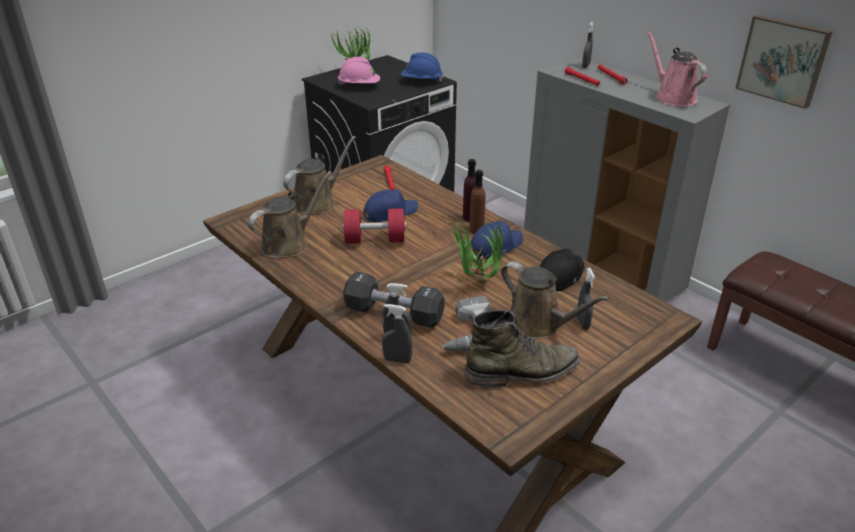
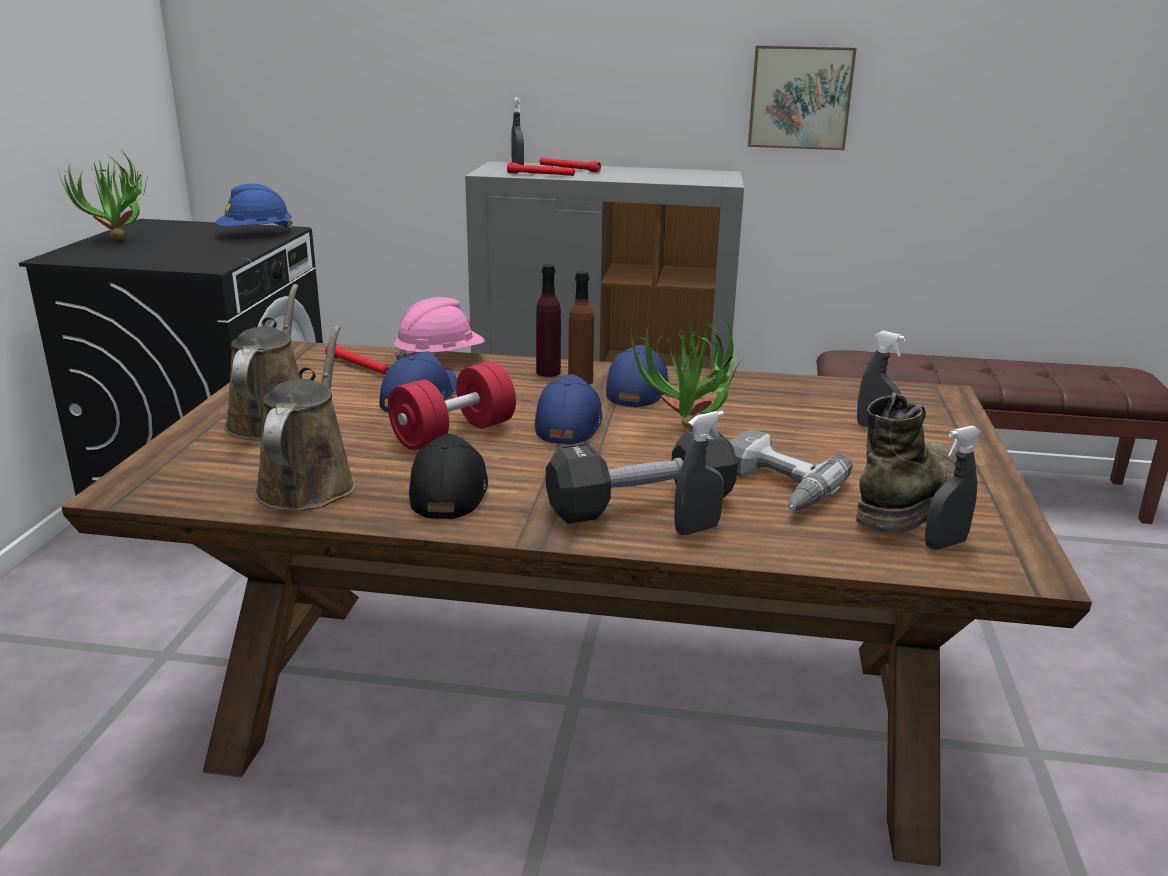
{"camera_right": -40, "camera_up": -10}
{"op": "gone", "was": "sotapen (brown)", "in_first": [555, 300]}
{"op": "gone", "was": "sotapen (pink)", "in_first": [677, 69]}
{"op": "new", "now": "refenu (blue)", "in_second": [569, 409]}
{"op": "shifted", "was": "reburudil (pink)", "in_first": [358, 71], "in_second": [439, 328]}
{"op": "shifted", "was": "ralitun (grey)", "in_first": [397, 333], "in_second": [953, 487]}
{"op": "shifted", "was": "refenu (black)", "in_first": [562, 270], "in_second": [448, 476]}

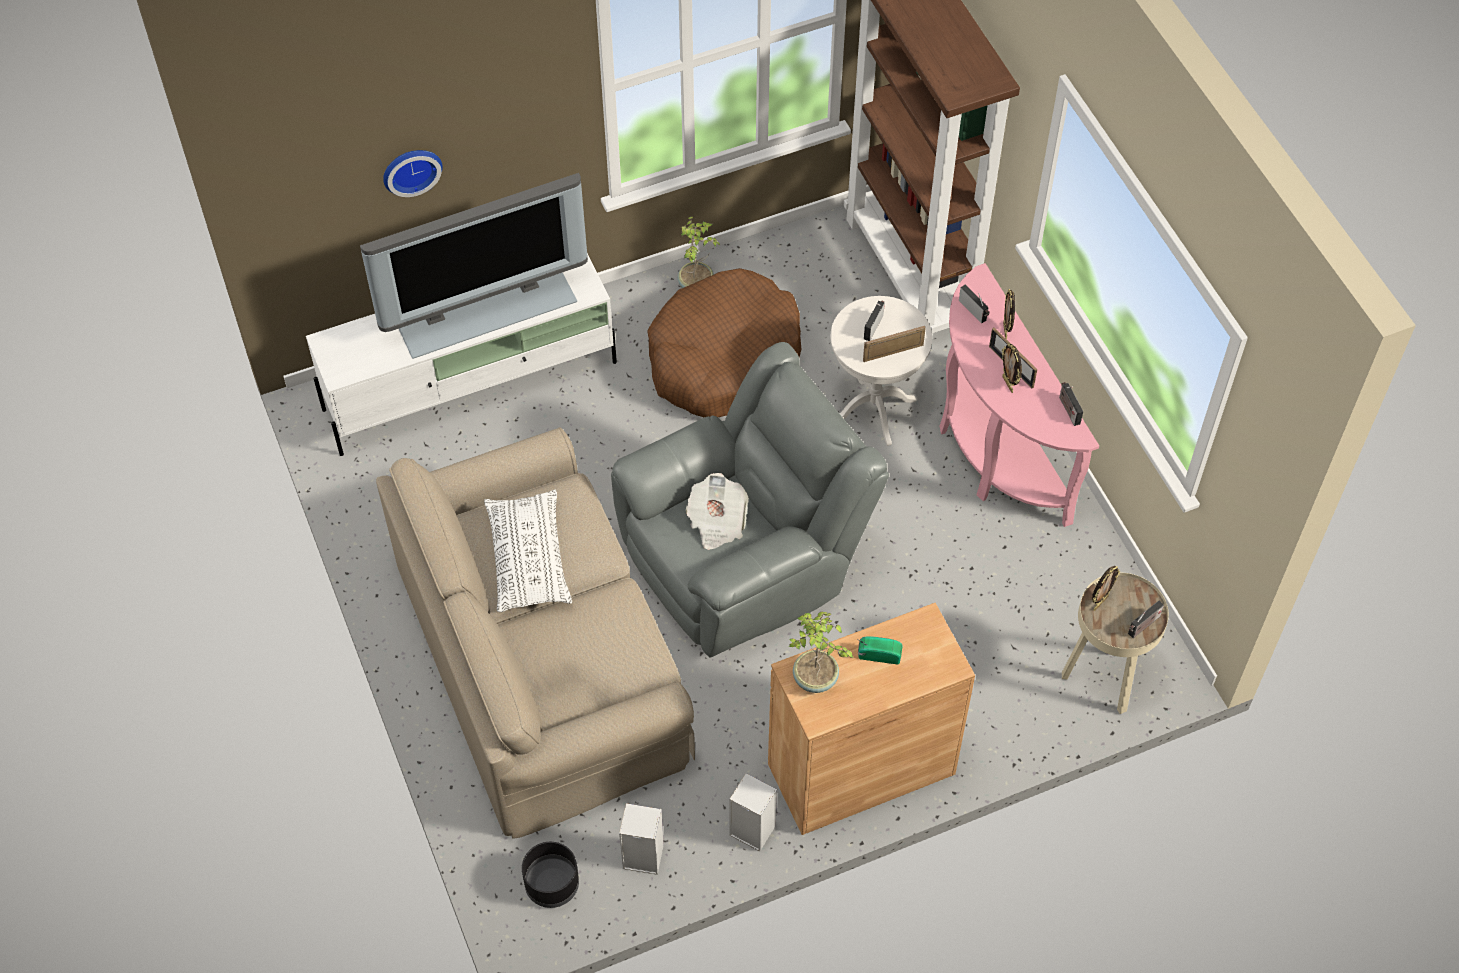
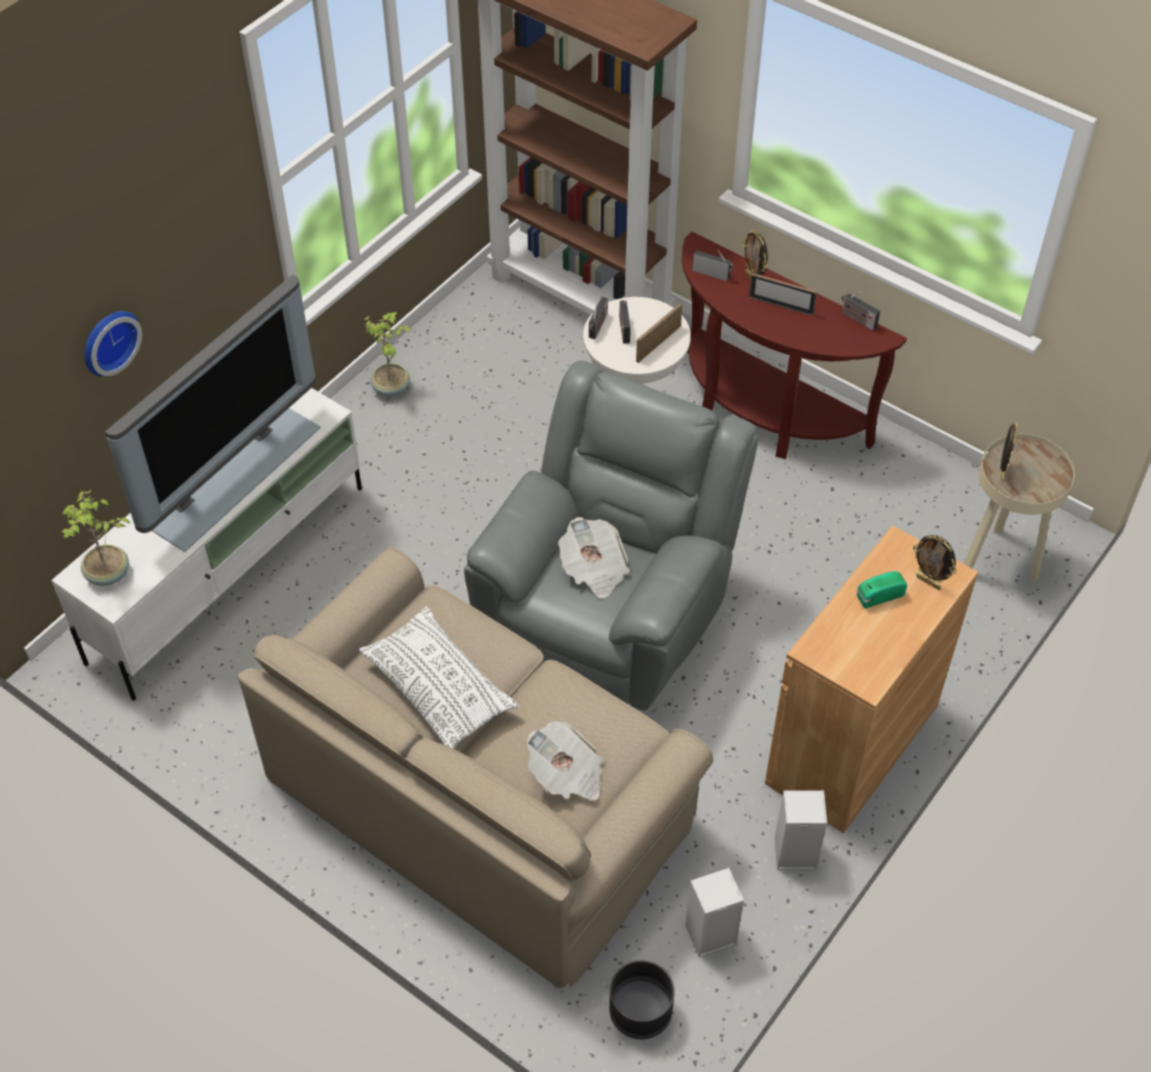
{"camera_right": -30, "camera_up": -5}
{"op": "gone", "was": "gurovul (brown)", "in_first": [724, 343]}
{"op": "new", "now": "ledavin", "in_second": [565, 761]}
{"op": "shifted", "was": "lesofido", "in_first": [821, 652], "in_second": [95, 538]}
{"op": "shifted", "was": "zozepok", "in_first": [1012, 368], "in_second": [935, 562]}
{"op": "shifted", "was": "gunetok", "in_first": [1146, 619], "in_second": [598, 318]}
{"op": "repainted", "was": "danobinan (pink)", "now": "danobinan (brown)", "in_first": [1019, 395], "in_second": [794, 345]}

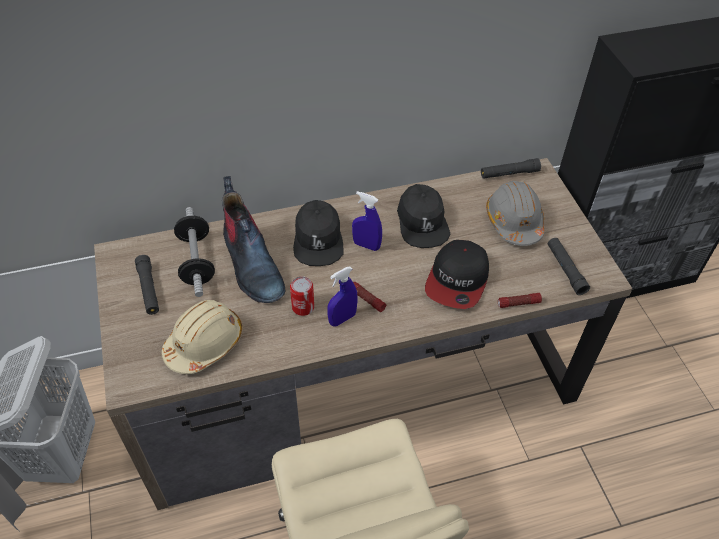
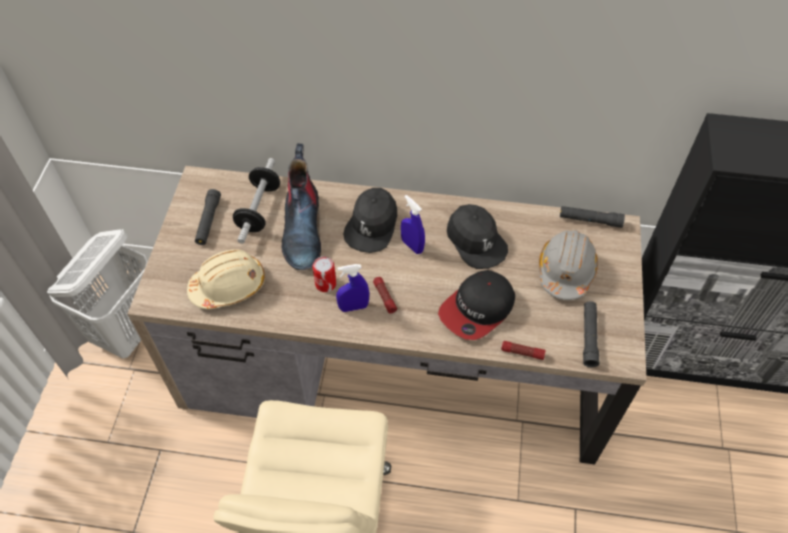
{"camera_right": 25, "camera_up": 5}
{"op": "rotated", "was": "refenu (black)", "in_first": [423, 216], "in_second": [477, 236], "clockwise": -45}

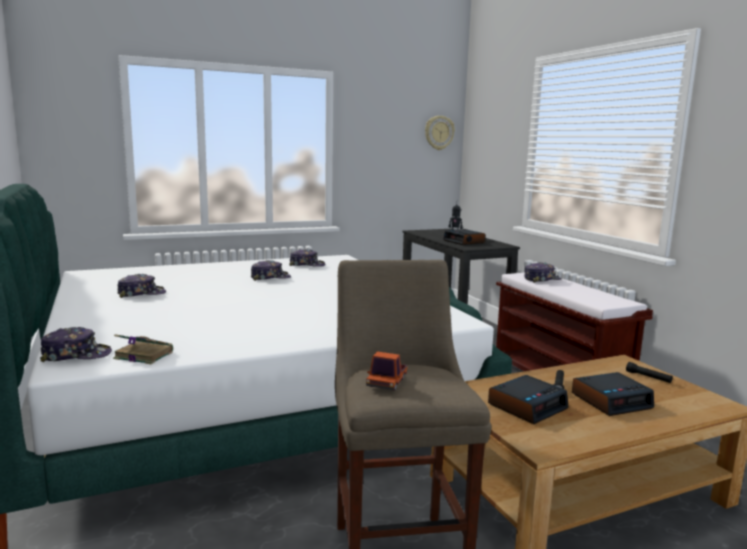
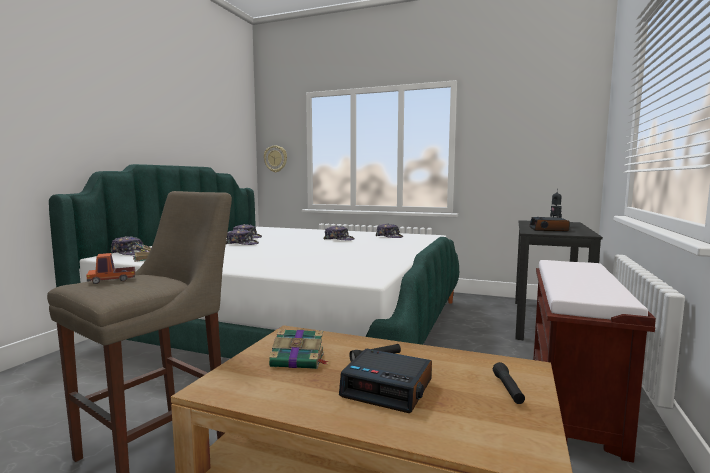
{"camera_right": 45, "camera_up": -5}
{"op": "shifted", "was": "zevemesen", "in_first": [440, 133], "in_second": [275, 158]}
{"op": "shifted", "was": "refenu", "in_first": [542, 272], "in_second": [242, 237]}
{"op": "swapped", "was": "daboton", "now": "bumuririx", "in_first": [528, 399], "in_second": [299, 349]}

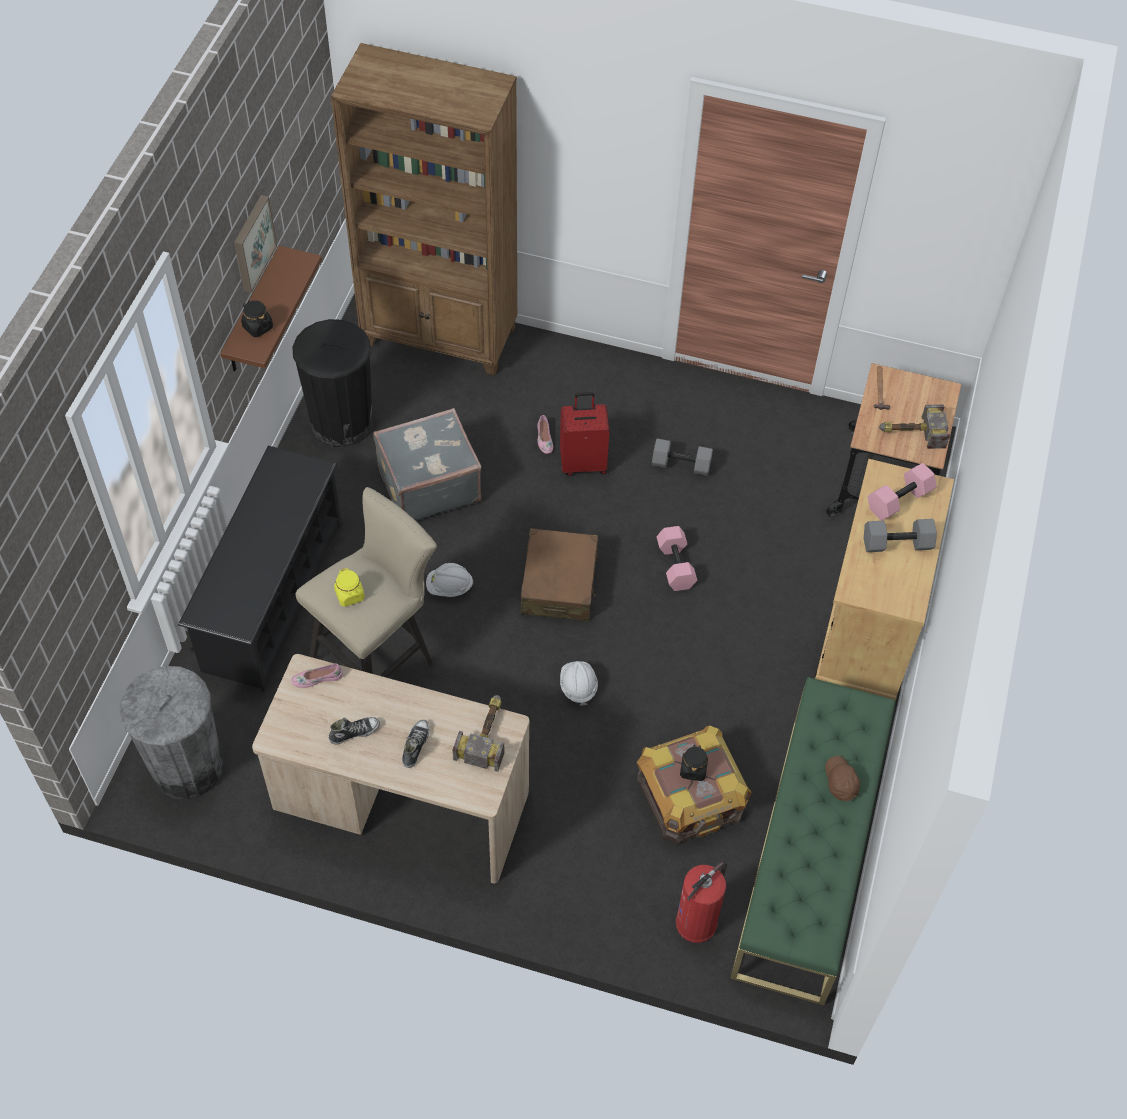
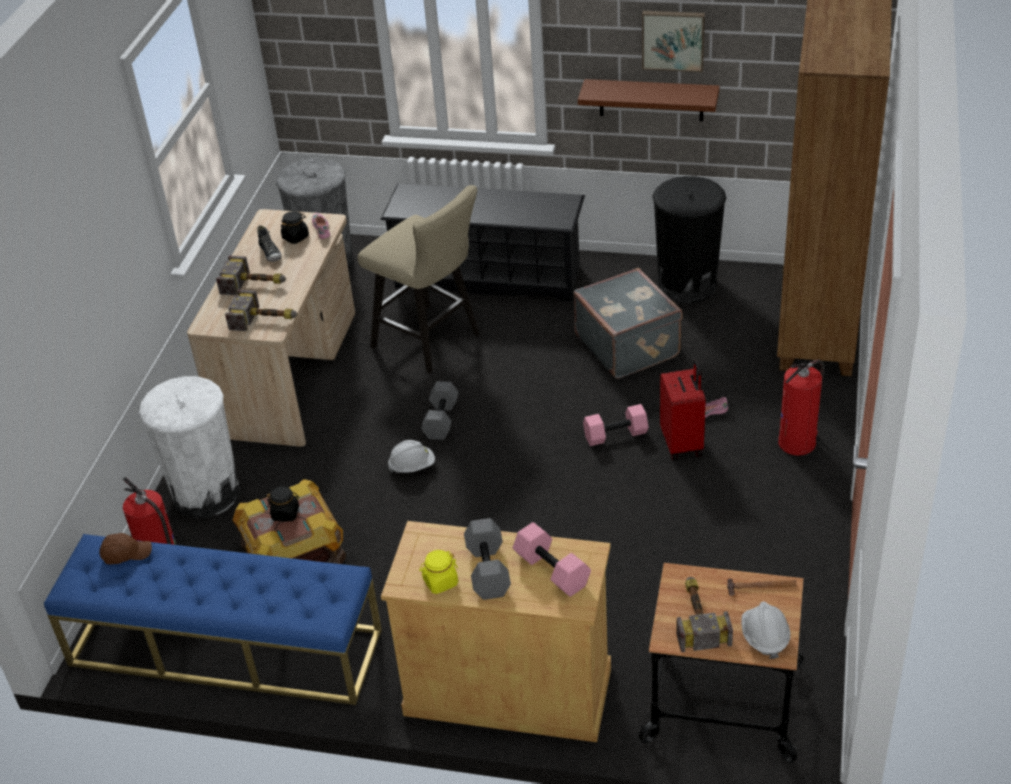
{"camera_right": 90, "camera_up": -15}
{"op": "gone", "was": "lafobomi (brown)", "in_first": [559, 574]}
{"op": "new", "now": "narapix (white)", "in_second": [189, 447]}
{"op": "new", "now": "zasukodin", "in_second": [801, 407]}
{"op": "shifted", "was": "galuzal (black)", "in_first": [257, 318], "in_second": [295, 227]}
{"op": "shifted", "was": "galuzal (yellow)", "in_first": [349, 587], "in_second": [438, 572]}
{"op": "shifted", "was": "reburudil (white)", "in_first": [449, 580], "in_second": [765, 630]}
{"op": "shifted", "was": "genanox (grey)", "in_first": [682, 457], "in_second": [440, 410]}
{"op": "shifted", "was": "genanox (pink)", "in_first": [676, 558], "in_second": [616, 425]}
{"op": "shifted", "was": "refenu (brown)", "in_first": [842, 778], "in_second": [125, 548]}
{"op": "swapped", "was": "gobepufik", "now": "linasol", "in_first": [416, 744], "in_second": [251, 275]}
{"op": "repainted", "was": "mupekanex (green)", "now": "mupekanex (blue)", "in_first": [813, 841], "in_second": [213, 619]}

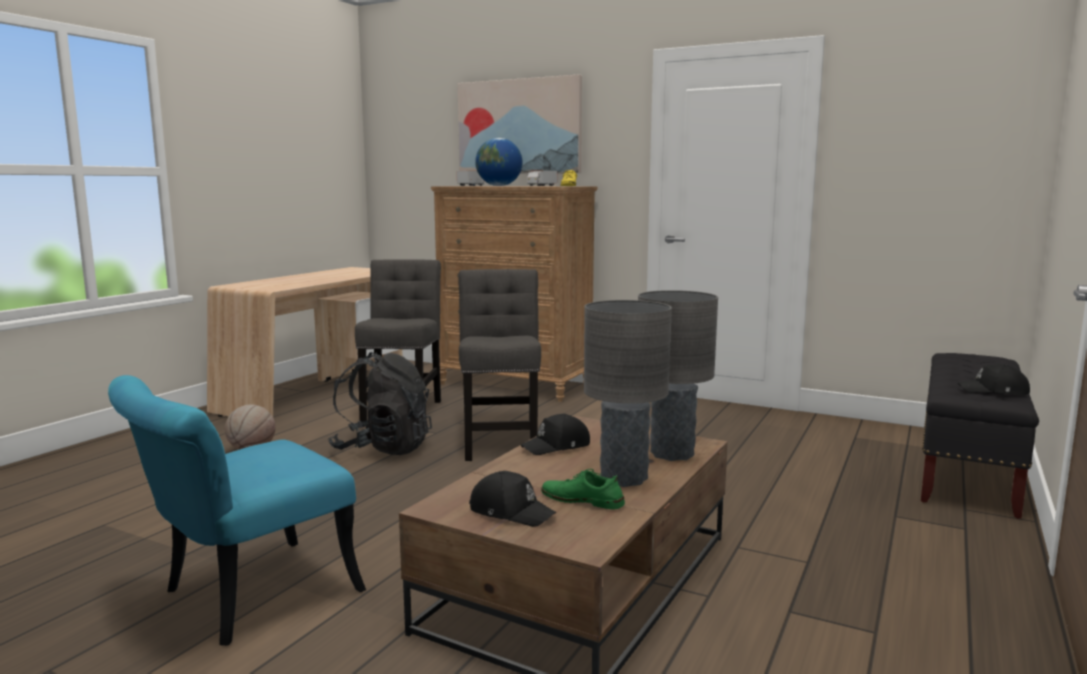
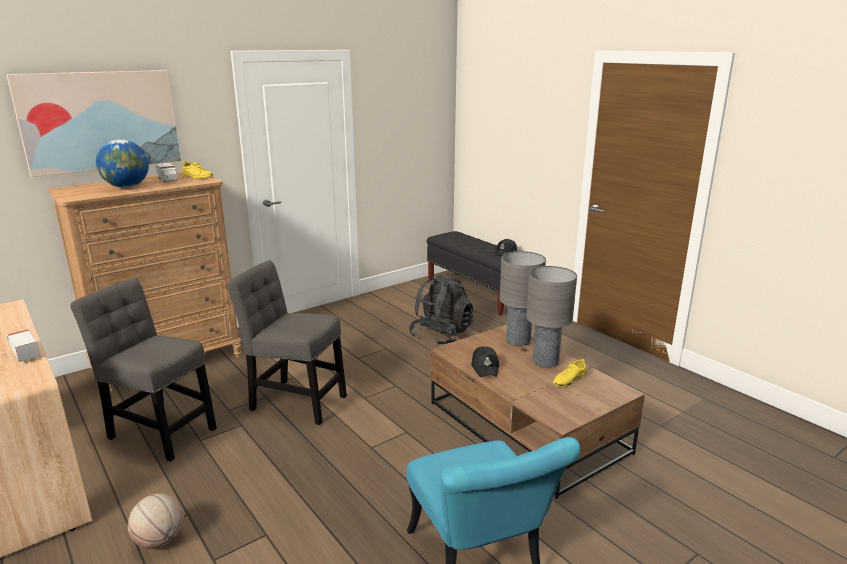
{"camera_right": -65, "camera_up": 10}
{"op": "gone", "was": "refenu (black)", "in_first": [512, 499]}
{"op": "shifted", "was": "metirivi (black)", "in_first": [380, 403], "in_second": [441, 309]}
{"op": "shifted", "was": "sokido", "in_first": [470, 178], "in_second": [23, 345]}
{"op": "repainted", "was": "gobepufik (green)", "now": "gobepufik (yellow)", "in_first": [583, 489], "in_second": [570, 373]}

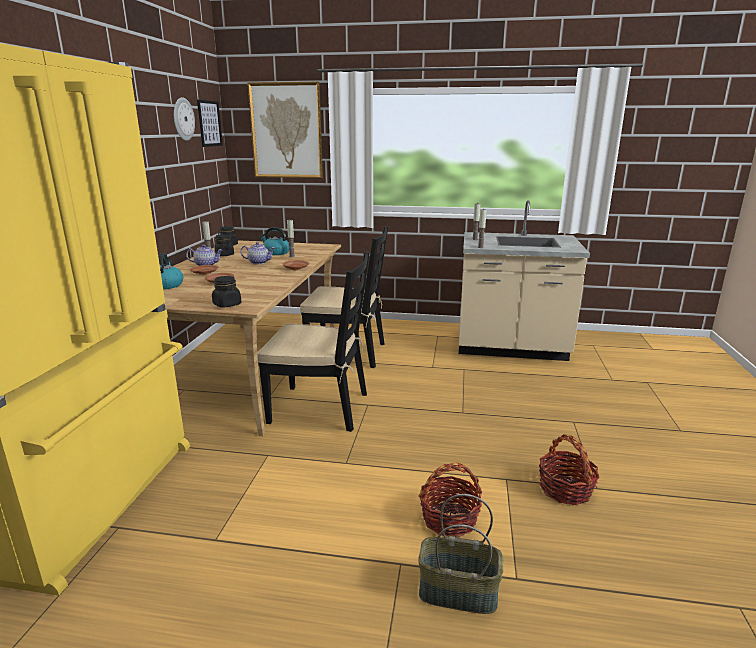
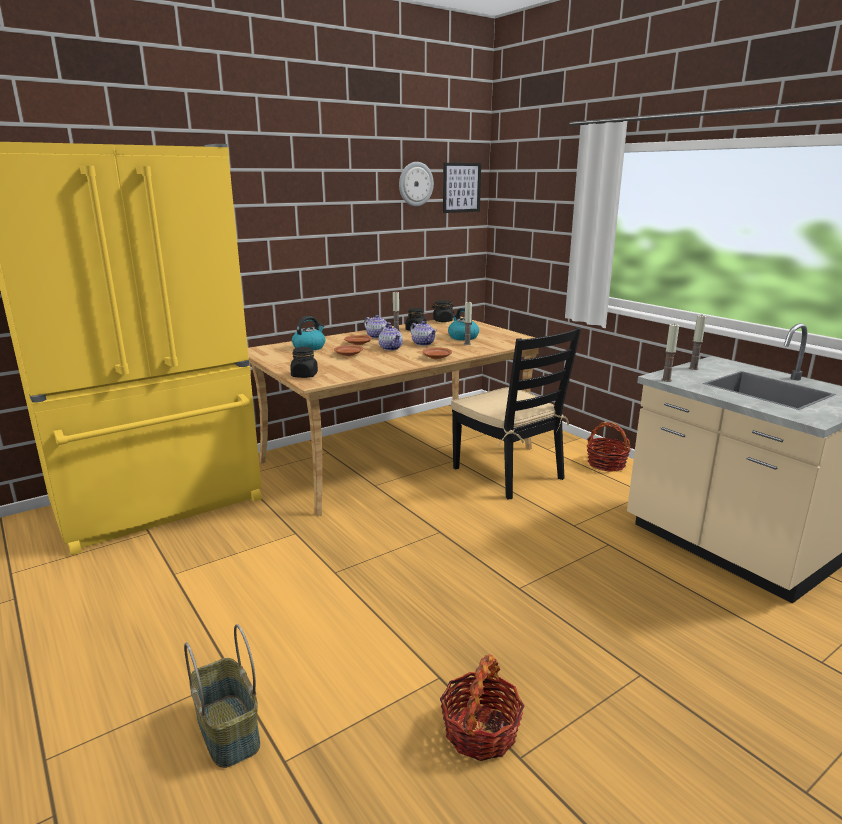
{"camera_right": 45, "camera_up": 0}
{"op": "gone", "was": "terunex", "in_first": [285, 130]}
{"op": "gone", "was": "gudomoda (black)", "in_first": [313, 341]}
{"op": "new", "now": "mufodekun", "in_second": [391, 338]}
{"op": "shifted", "was": "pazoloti", "in_first": [450, 500], "in_second": [609, 447]}

